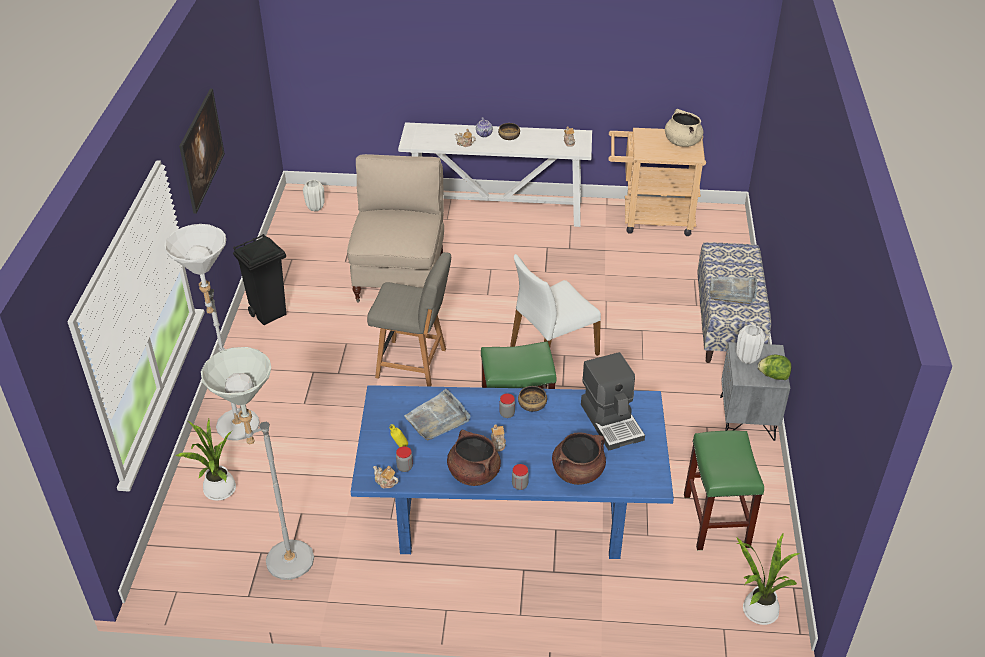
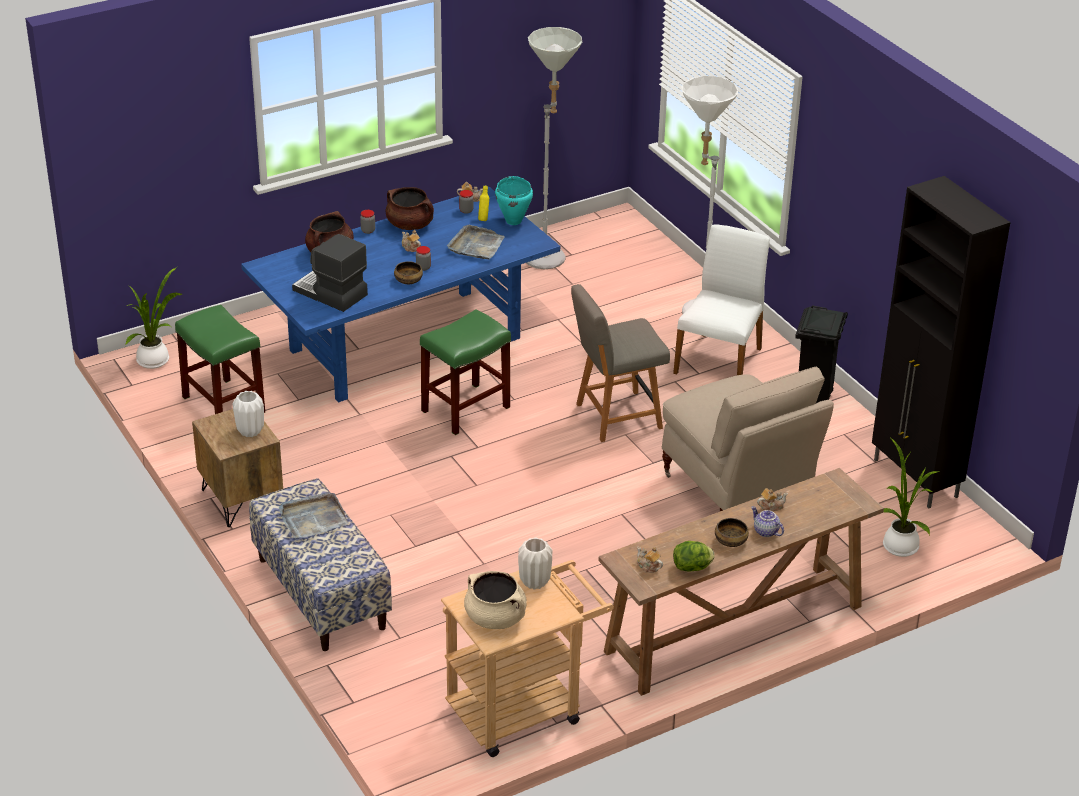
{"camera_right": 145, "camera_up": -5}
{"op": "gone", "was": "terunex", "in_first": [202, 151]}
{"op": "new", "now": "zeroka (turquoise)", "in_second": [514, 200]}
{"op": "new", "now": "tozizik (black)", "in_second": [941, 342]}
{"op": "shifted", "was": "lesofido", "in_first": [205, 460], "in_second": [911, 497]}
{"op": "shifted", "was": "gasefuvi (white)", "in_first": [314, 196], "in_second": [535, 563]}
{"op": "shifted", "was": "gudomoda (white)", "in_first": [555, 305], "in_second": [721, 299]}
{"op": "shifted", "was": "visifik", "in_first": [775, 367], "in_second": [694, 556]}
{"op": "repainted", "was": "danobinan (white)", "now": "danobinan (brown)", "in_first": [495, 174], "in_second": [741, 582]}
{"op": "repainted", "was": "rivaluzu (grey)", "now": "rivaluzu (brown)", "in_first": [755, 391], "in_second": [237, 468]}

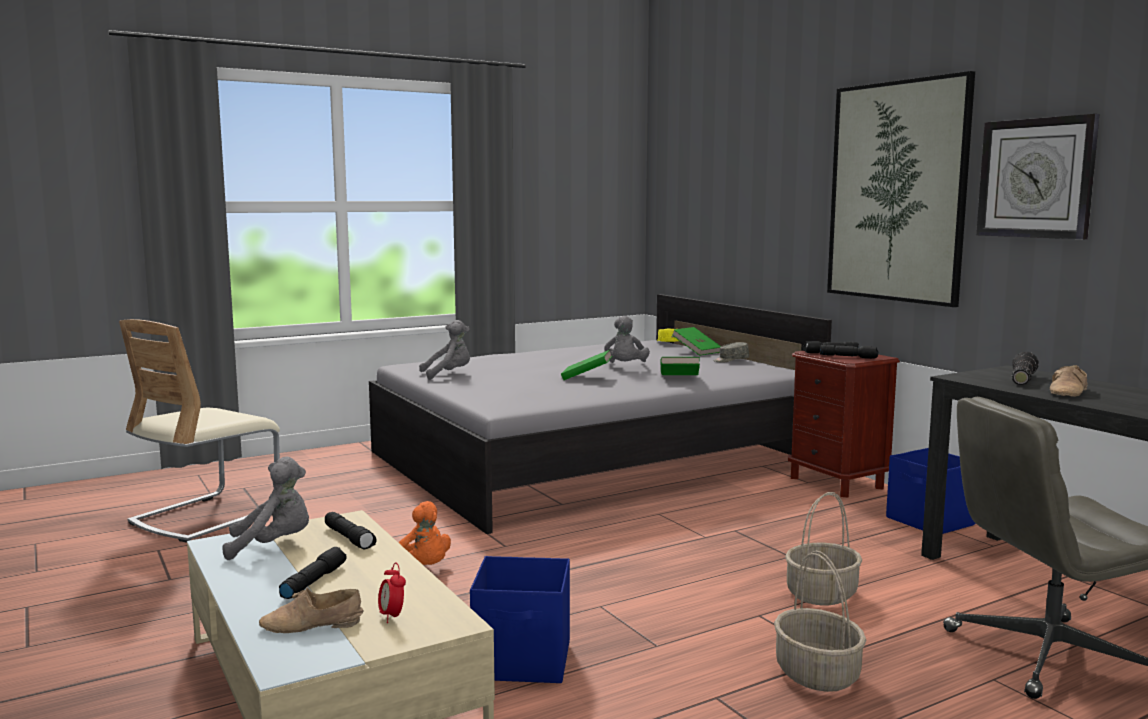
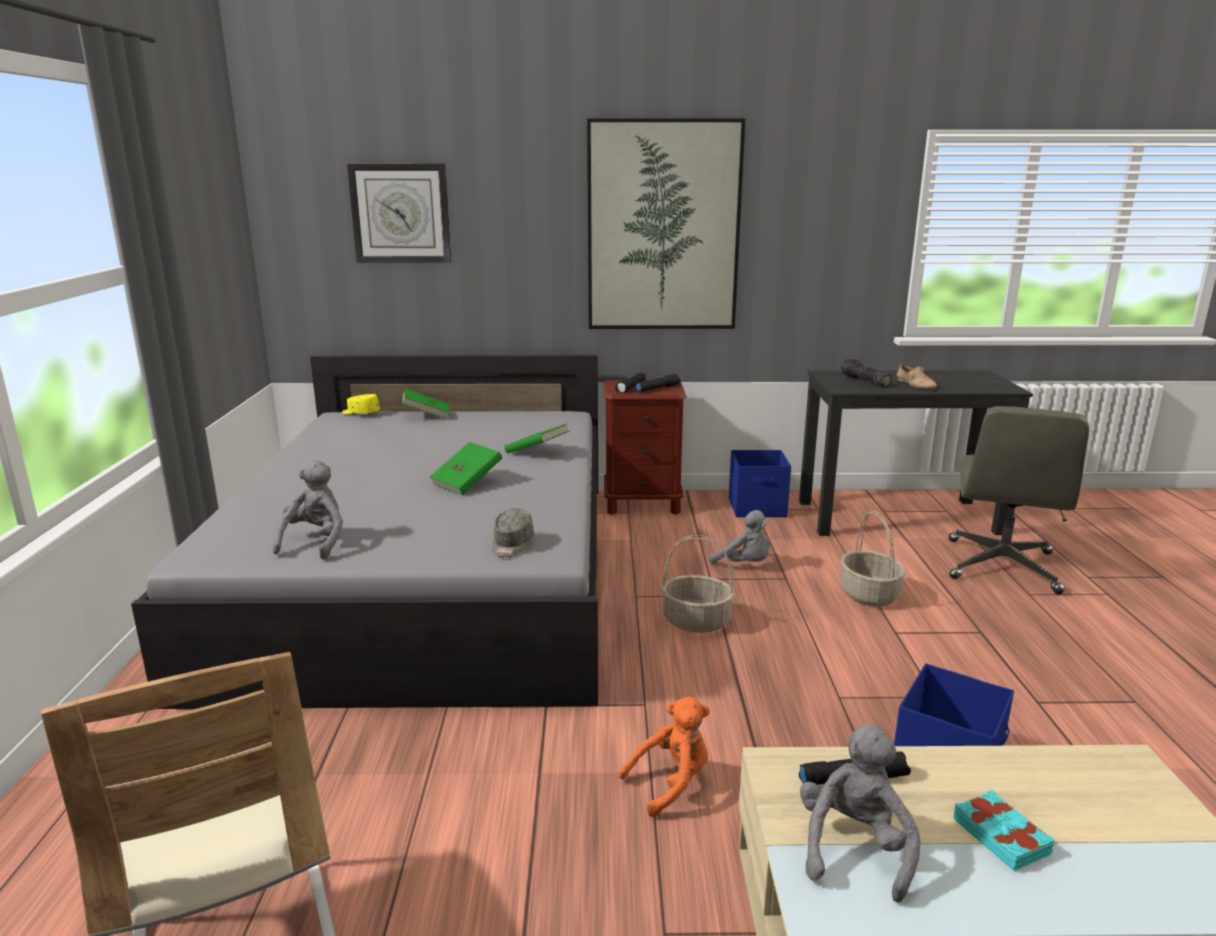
{"camera_right": -60, "camera_up": 10}
{"op": "gone", "was": "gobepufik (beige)", "in_first": [311, 610]}
{"op": "gone", "was": "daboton", "in_first": [392, 593]}
{"op": "shifted", "was": "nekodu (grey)", "in_first": [627, 339], "in_second": [739, 537]}
{"op": "shifted", "was": "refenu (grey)", "in_first": [731, 352], "in_second": [513, 532]}
{"op": "shifted", "was": "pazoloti", "in_first": [820, 621], "in_second": [698, 584]}
{"op": "shifted", "was": "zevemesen", "in_first": [1037, 176], "in_second": [399, 213]}
{"op": "swapped", "was": "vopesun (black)", "now": "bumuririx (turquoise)", "in_first": [313, 573], "in_second": [1004, 830]}

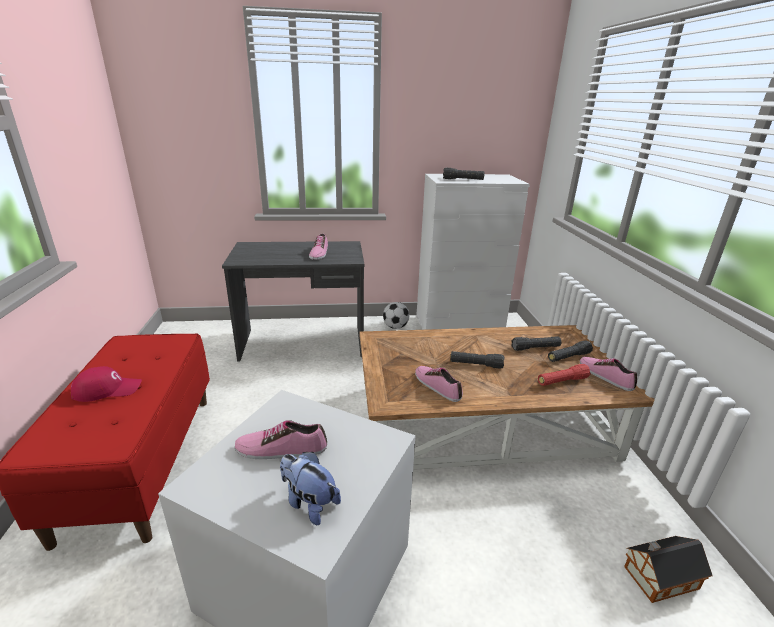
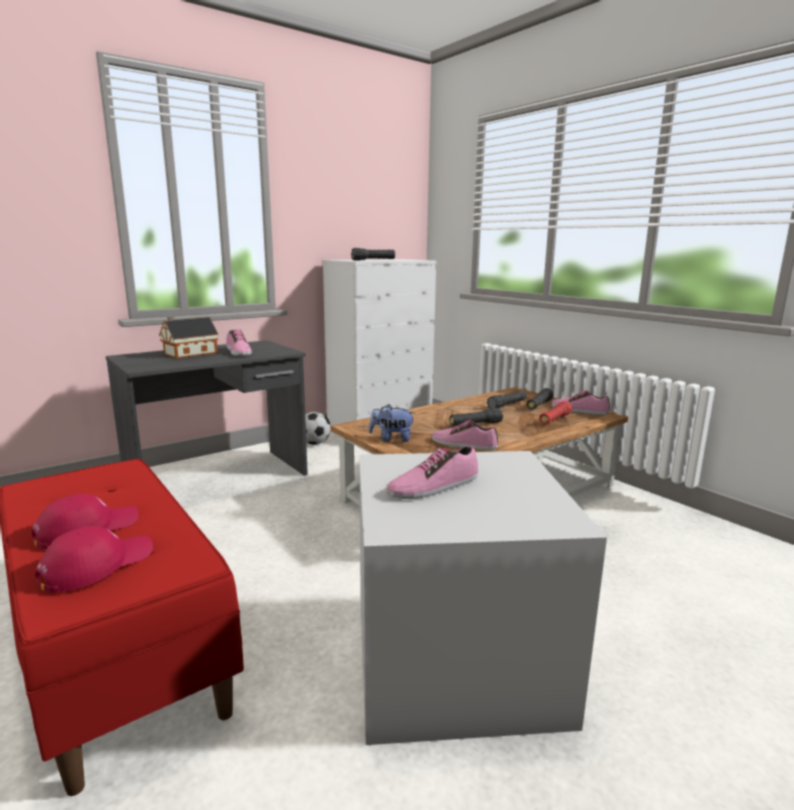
{"camera_right": -30, "camera_up": -10}
{"op": "new", "now": "refenu (red)", "in_second": [94, 559]}
{"op": "shifted", "was": "nekodu", "in_first": [310, 488], "in_second": [392, 423]}
{"op": "shifted", "was": "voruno", "in_first": [668, 569], "in_second": [188, 337]}

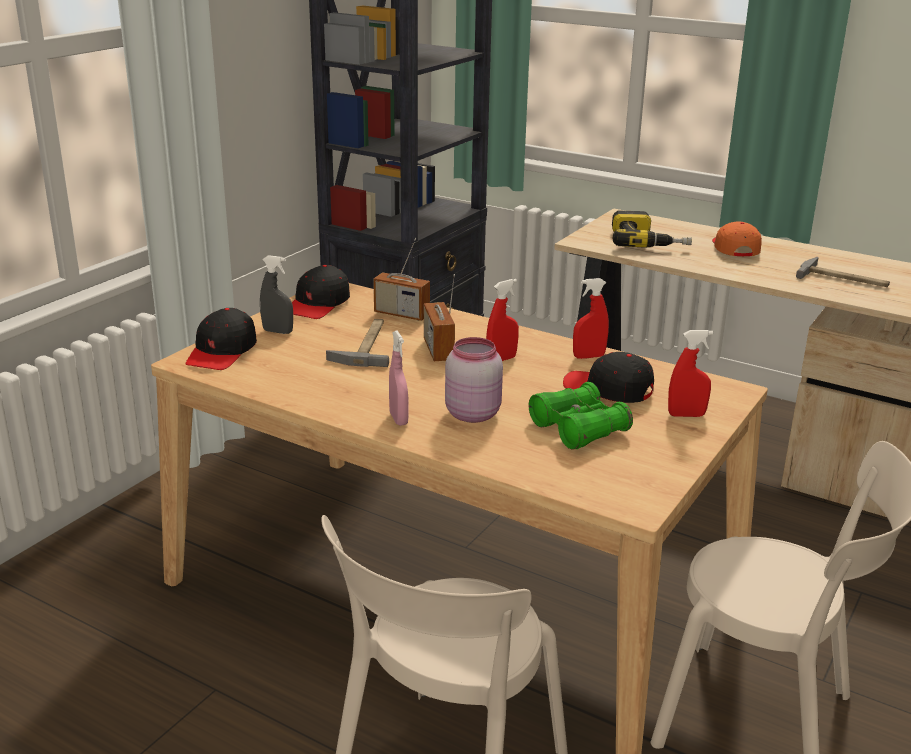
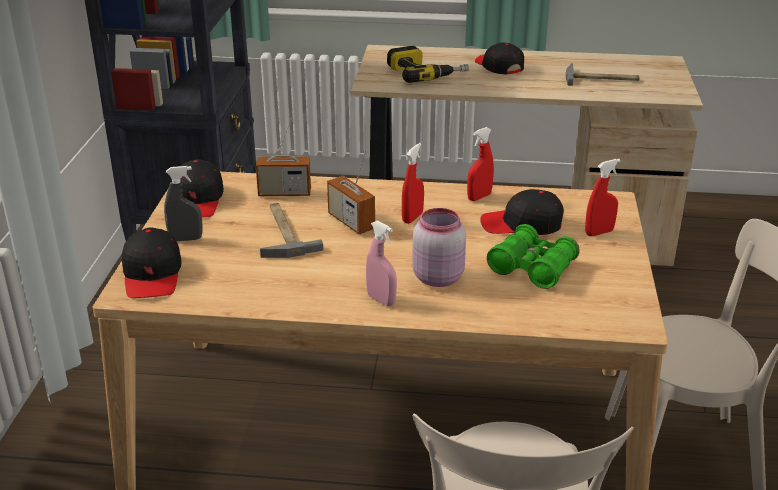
{"camera_right": -25, "camera_up": 5}
{"op": "repainted", "was": "refenu (orange)", "now": "refenu (black)", "in_first": [737, 238], "in_second": [499, 58]}

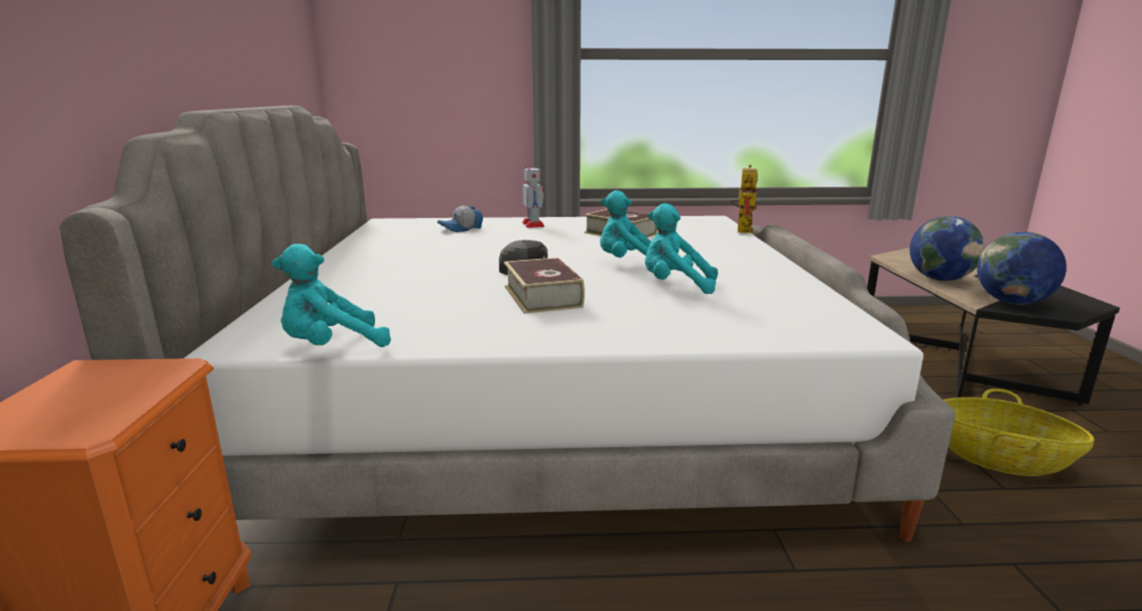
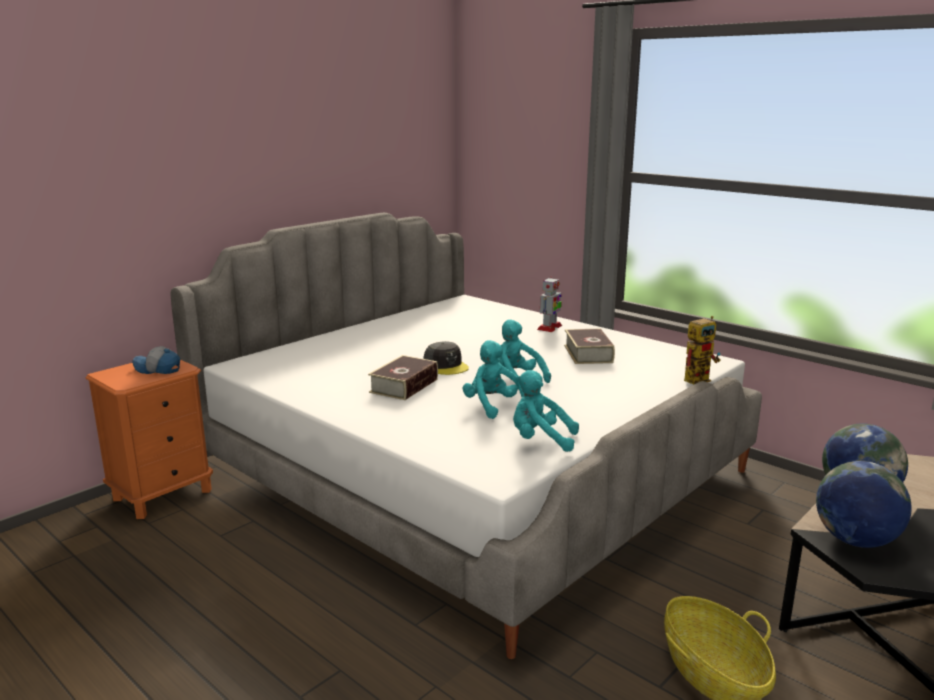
{"camera_right": 45, "camera_up": 0}
{"op": "shifted", "was": "nekodu (turquoise)", "in_first": [331, 295], "in_second": [546, 411]}
{"op": "shifted", "was": "refenu", "in_first": [460, 219], "in_second": [156, 360]}

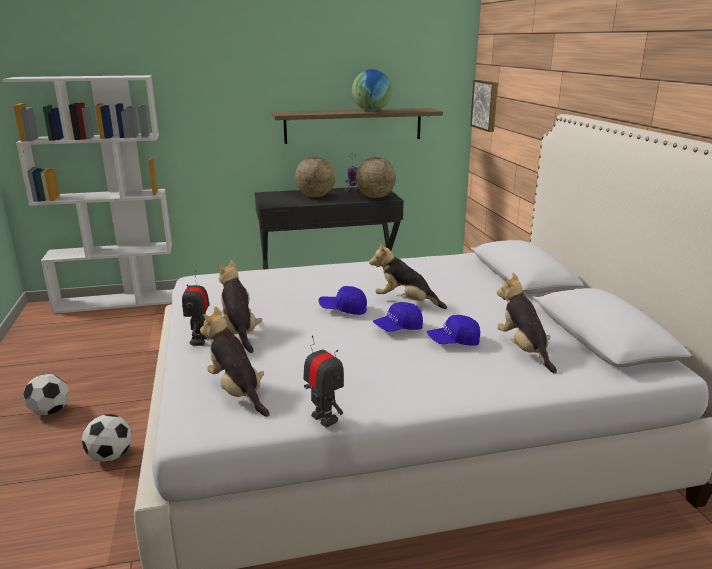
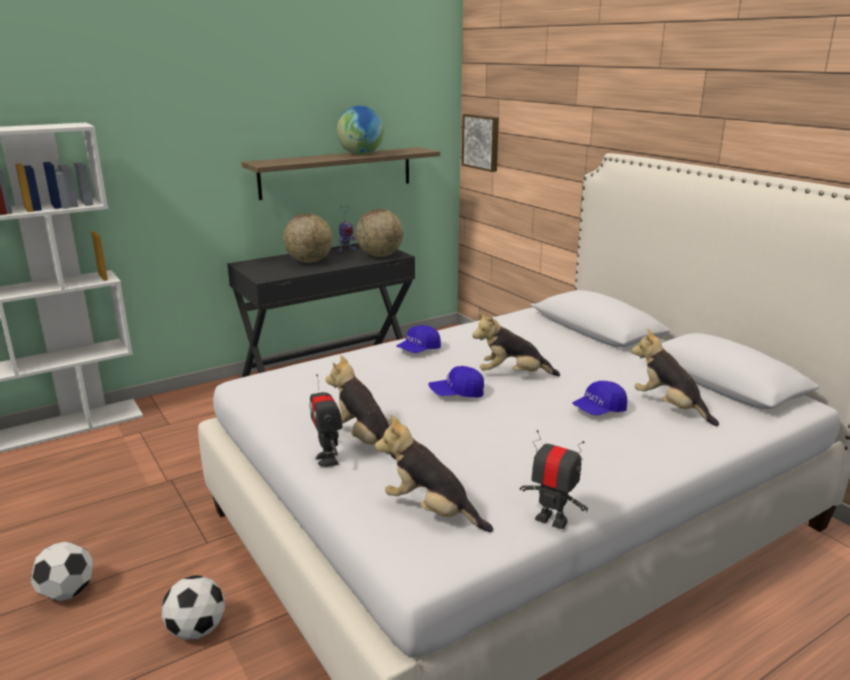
{"camera_right": -20, "camera_up": 0}
{"op": "shifted", "was": "refenu (blue)", "in_first": [398, 317], "in_second": [418, 339]}

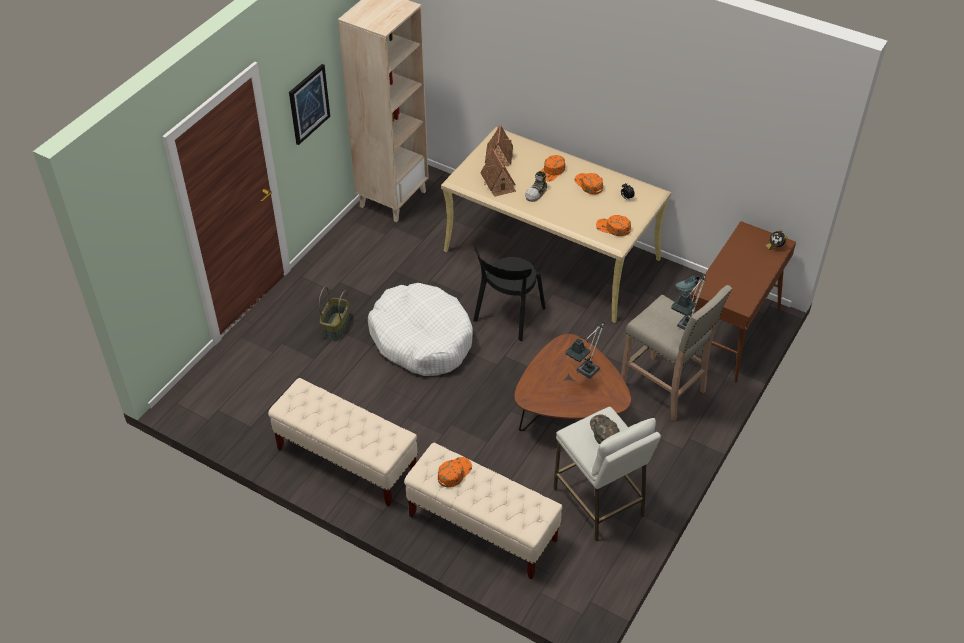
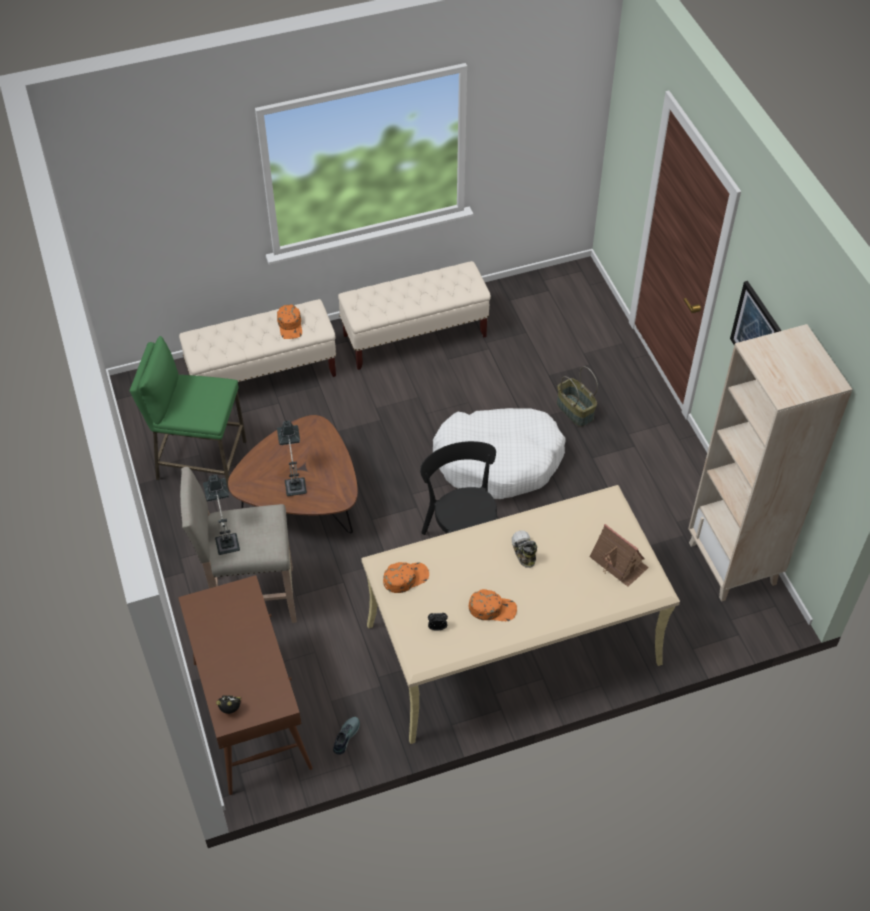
{"camera_right": 130, "camera_up": 5}
{"op": "gone", "was": "voruno", "in_first": [498, 173]}
{"op": "gone", "was": "refenu (orange)", "in_first": [553, 168]}
{"op": "gone", "was": "refenu (green)", "in_first": [605, 429]}
{"op": "repainted", "was": "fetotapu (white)", "now": "fetotapu (green)", "in_first": [607, 474], "in_second": [188, 413]}

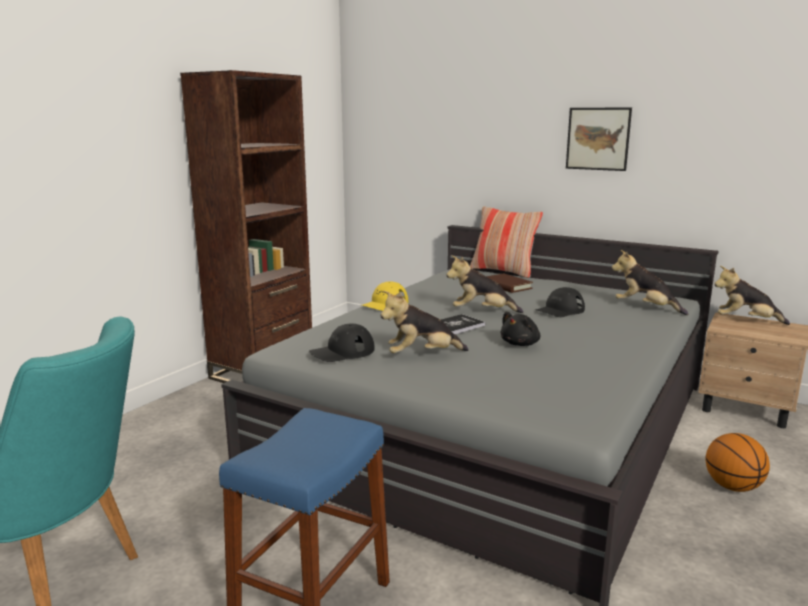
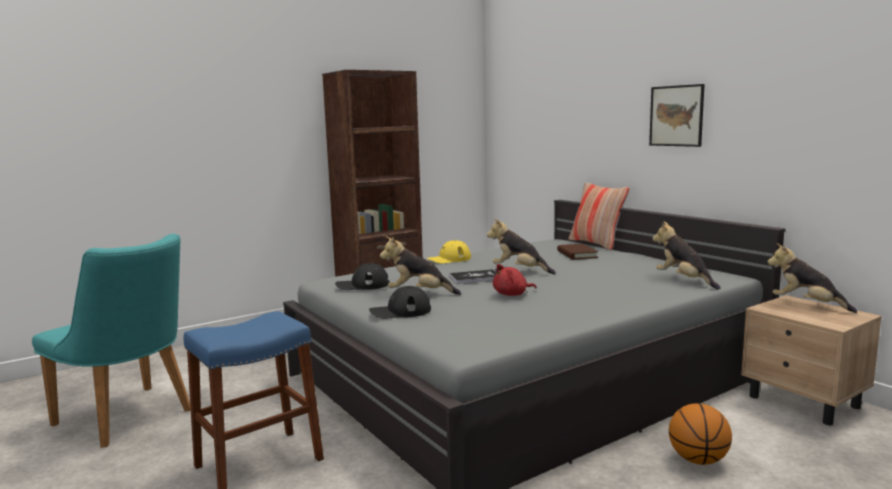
{"camera_right": 25, "camera_up": -5}
{"op": "shifted", "was": "refenu (black)", "in_first": [560, 302], "in_second": [400, 302]}
{"op": "repainted", "was": "nekodu (black)", "now": "nekodu (red)", "in_first": [520, 329], "in_second": [514, 280]}

